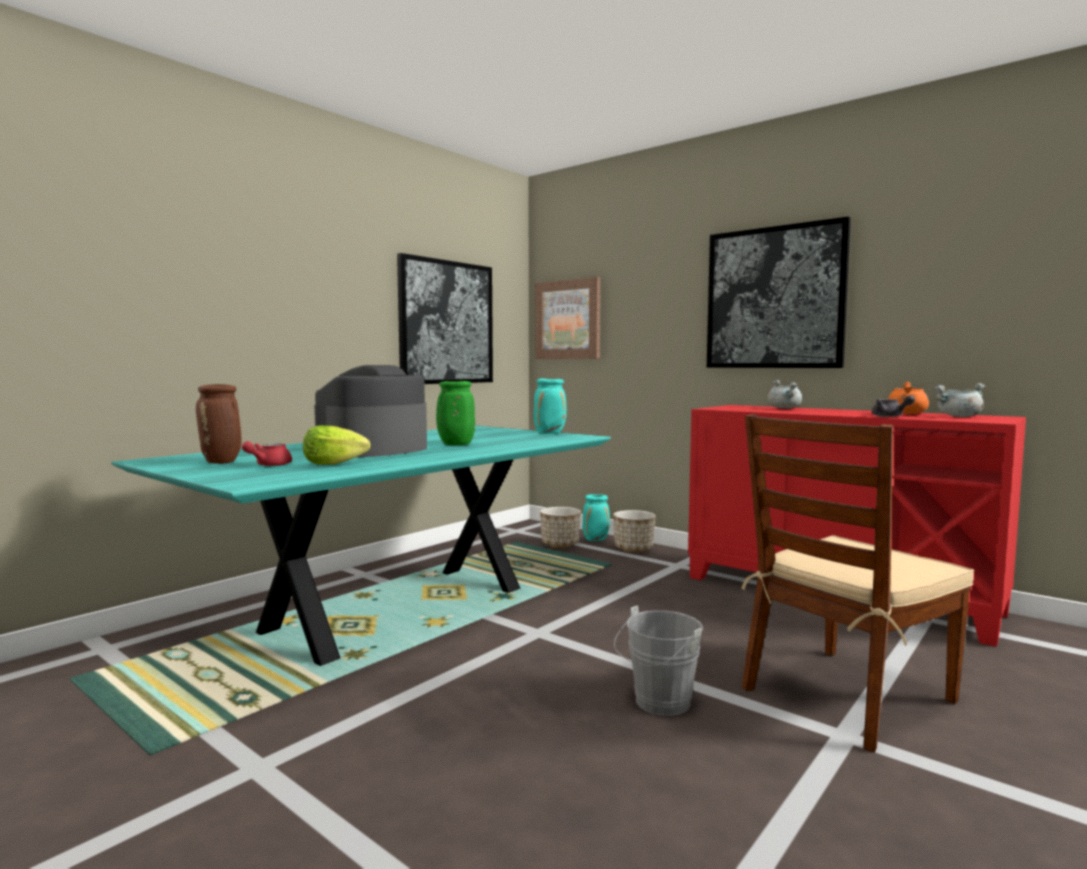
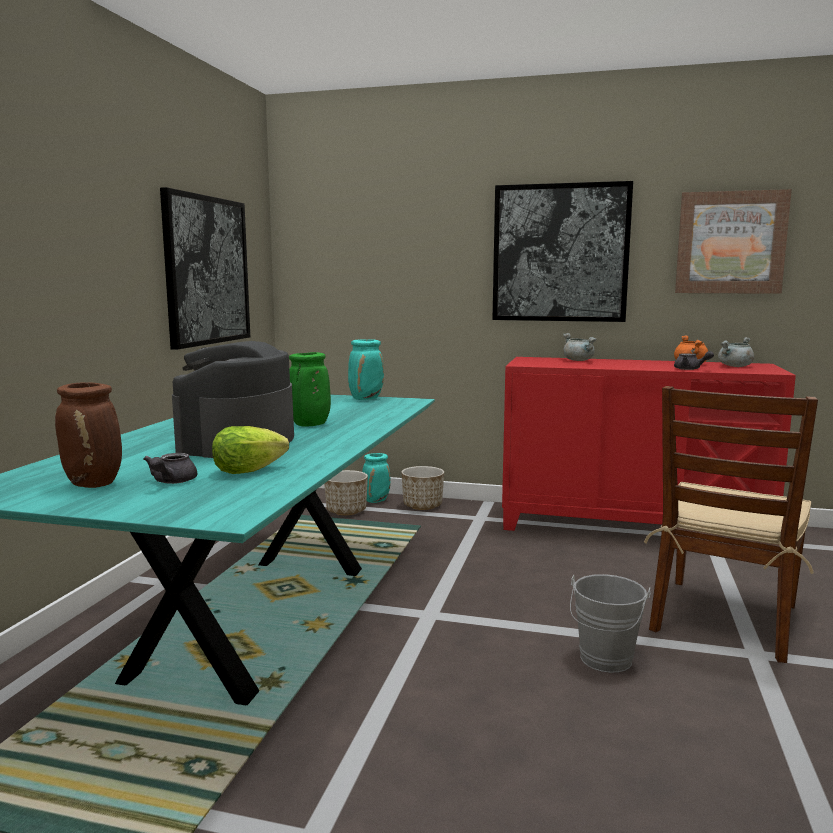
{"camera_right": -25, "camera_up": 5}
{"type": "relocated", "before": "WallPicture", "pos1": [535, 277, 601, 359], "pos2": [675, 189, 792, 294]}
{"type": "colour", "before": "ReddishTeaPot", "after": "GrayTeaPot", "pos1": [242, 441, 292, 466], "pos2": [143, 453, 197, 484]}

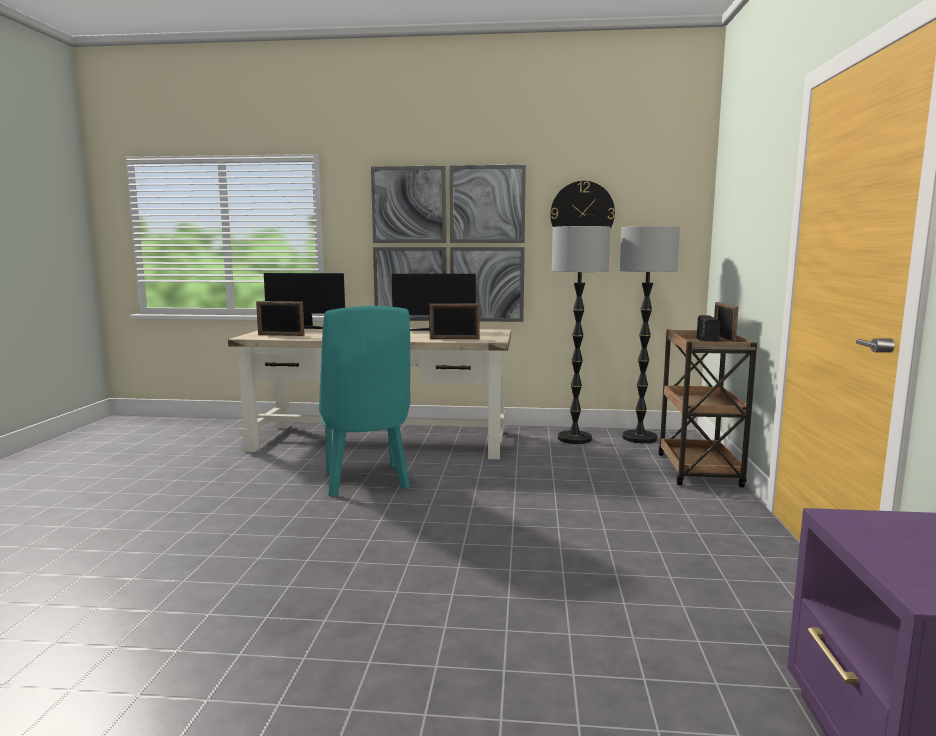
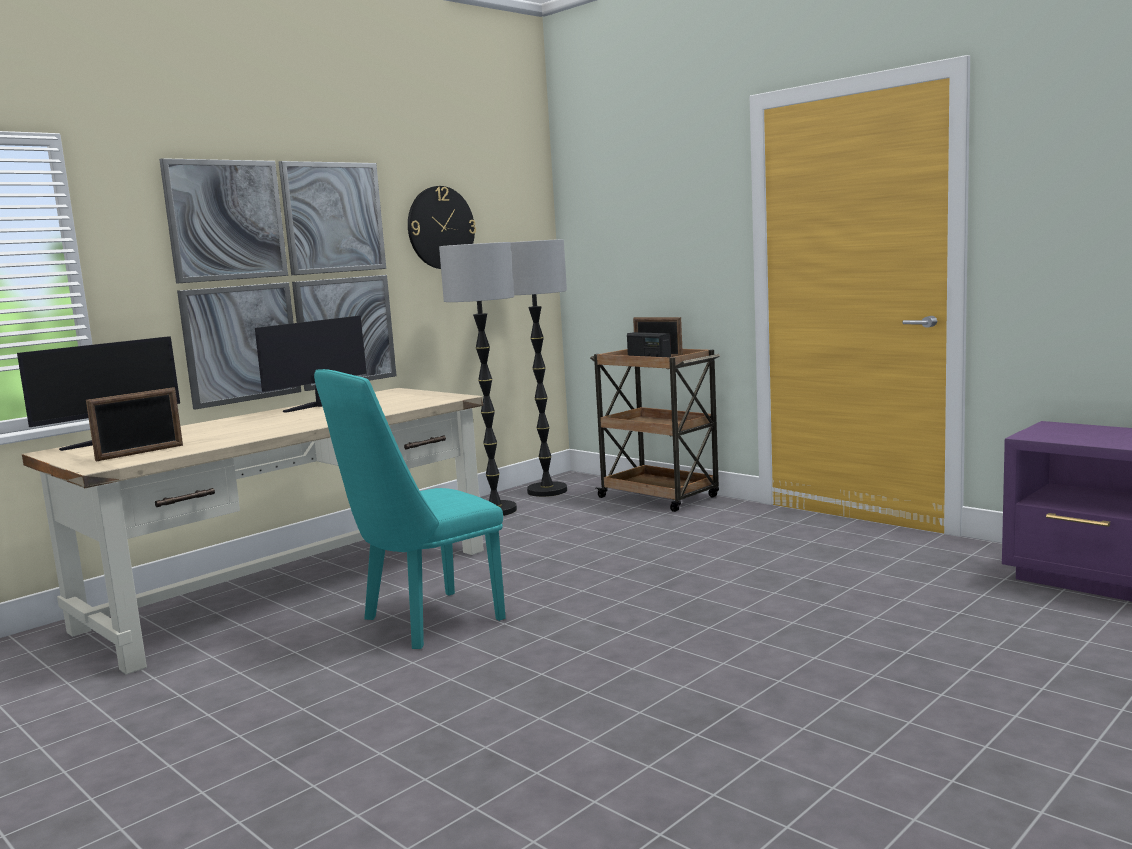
{"camera_right": -50, "camera_up": 0}
{"type": "missing", "before": "PhotoFrame", "pos1": [429, 303, 480, 339]}
{"type": "spun", "before": "TurquoiseColouredChair", "pos1": [319, 306, 410, 497], "pos2": [314, 369, 506, 649], "turn": 120}

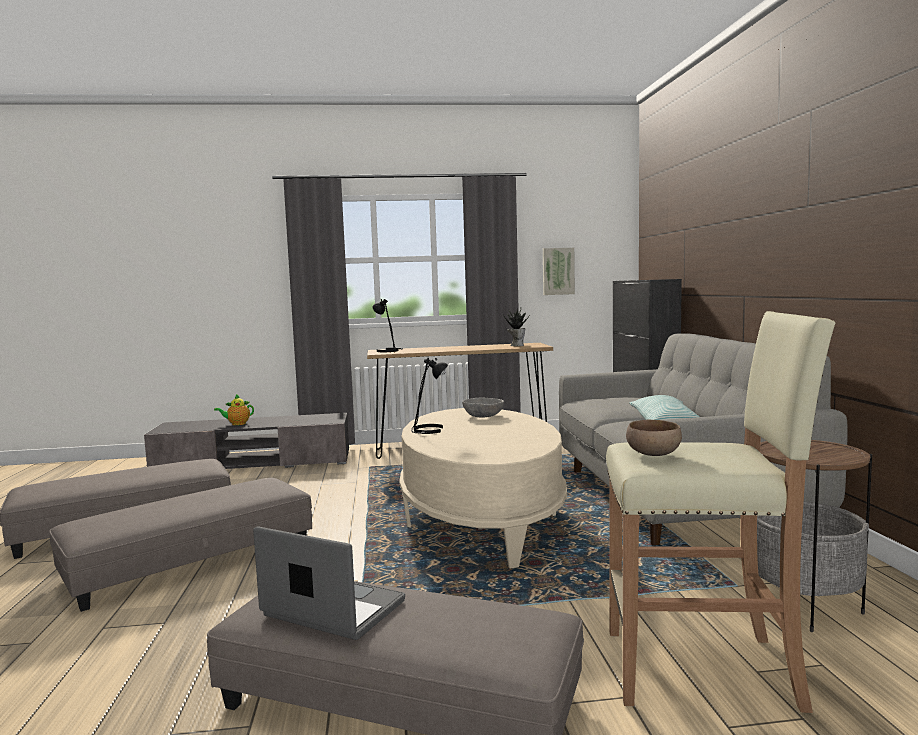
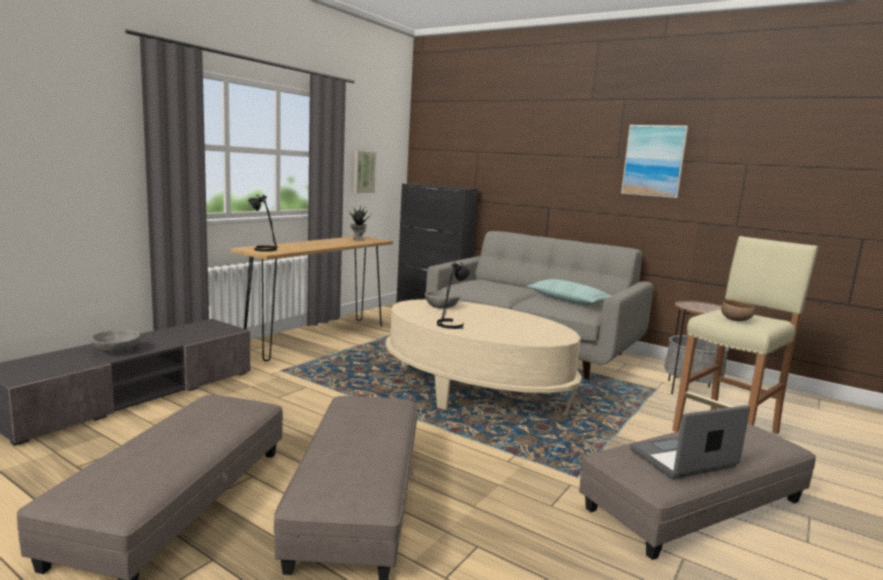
{"camera_right": -50, "camera_up": 5}
{"type": "exchanged", "before": "TeaPot", "after": "GrayServingBowl", "pos1": [214, 394, 254, 425], "pos2": [91, 330, 140, 354]}
{"type": "appeared", "after": "WallPicture", "pos2": [621, 125, 688, 198]}

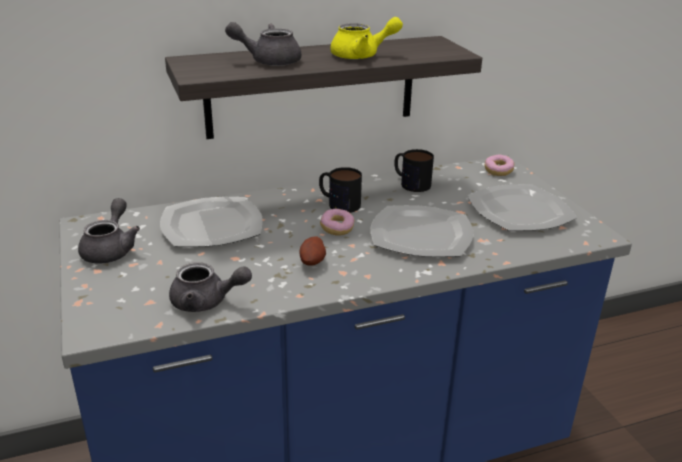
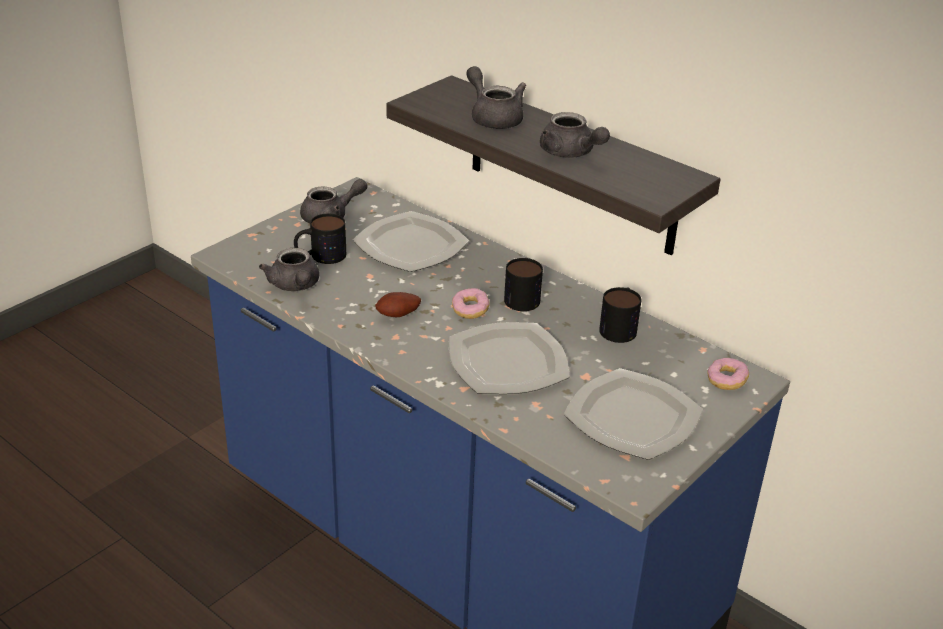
{"camera_right": 60, "camera_up": 5}
{"type": "colour", "before": "YellowColouredTeaPot", "after": "GrayTeaPot", "pos1": [330, 17, 403, 60], "pos2": [540, 112, 610, 158]}
{"type": "appeared", "after": "TeaMug", "pos2": [294, 213, 346, 264]}

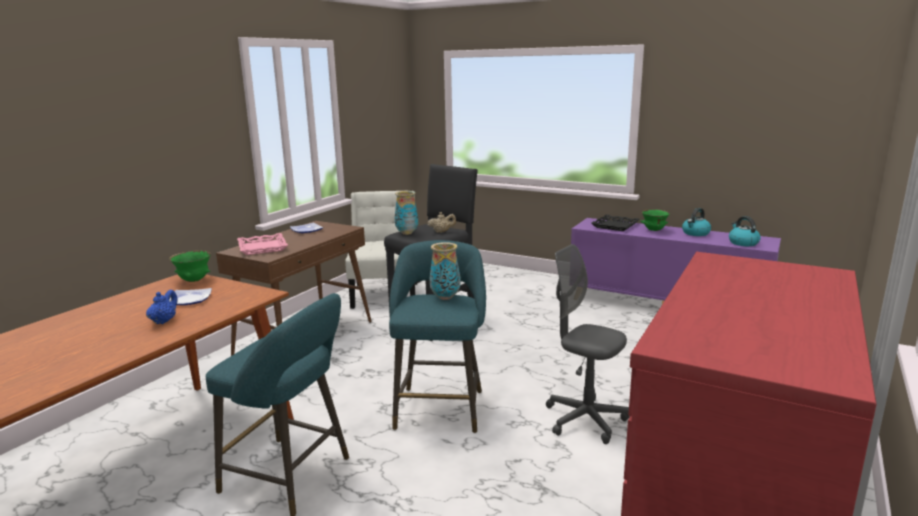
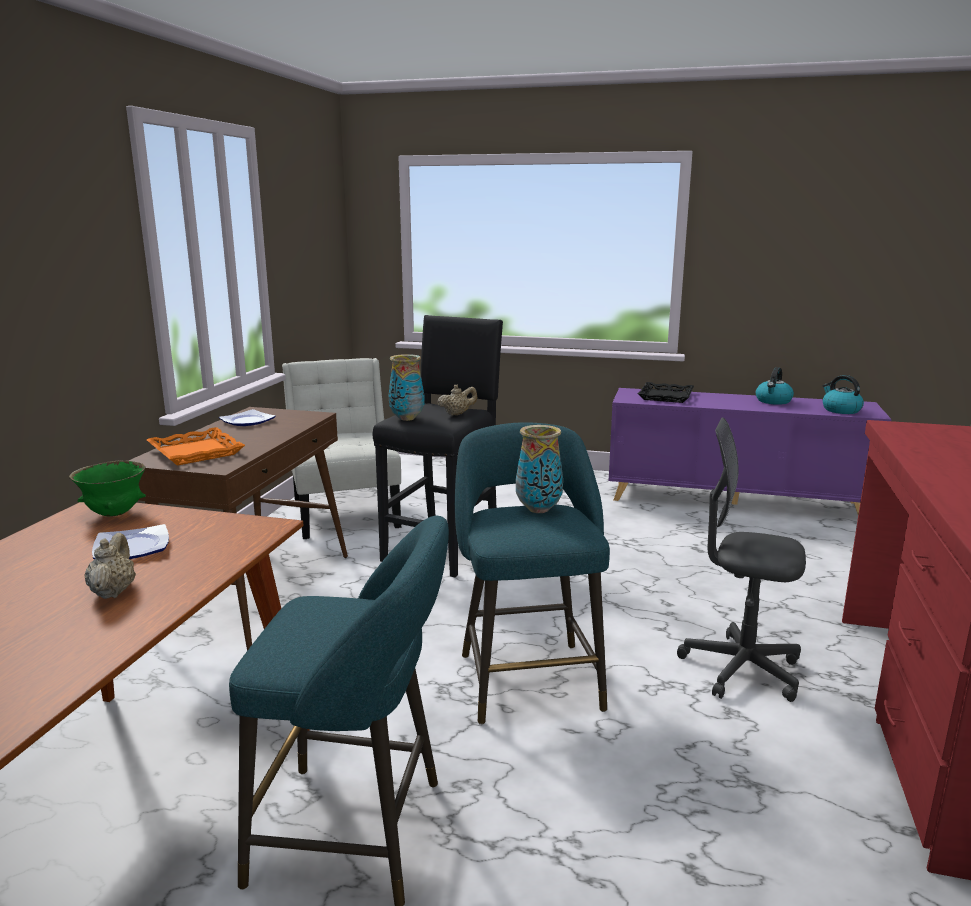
{"camera_right": -15, "camera_up": 0}
{"type": "missing", "before": "GreenishServingBowl", "pos1": [640, 209, 670, 231]}
{"type": "colour", "before": "PinkColouredServingTray", "after": "OrangeColouredServingTray", "pos1": [237, 233, 288, 255], "pos2": [147, 427, 245, 465]}
{"type": "colour", "before": "BlueColouredTeaPot", "after": "BeigeColouredTeaPot", "pos1": [146, 290, 178, 324], "pos2": [84, 533, 136, 599]}

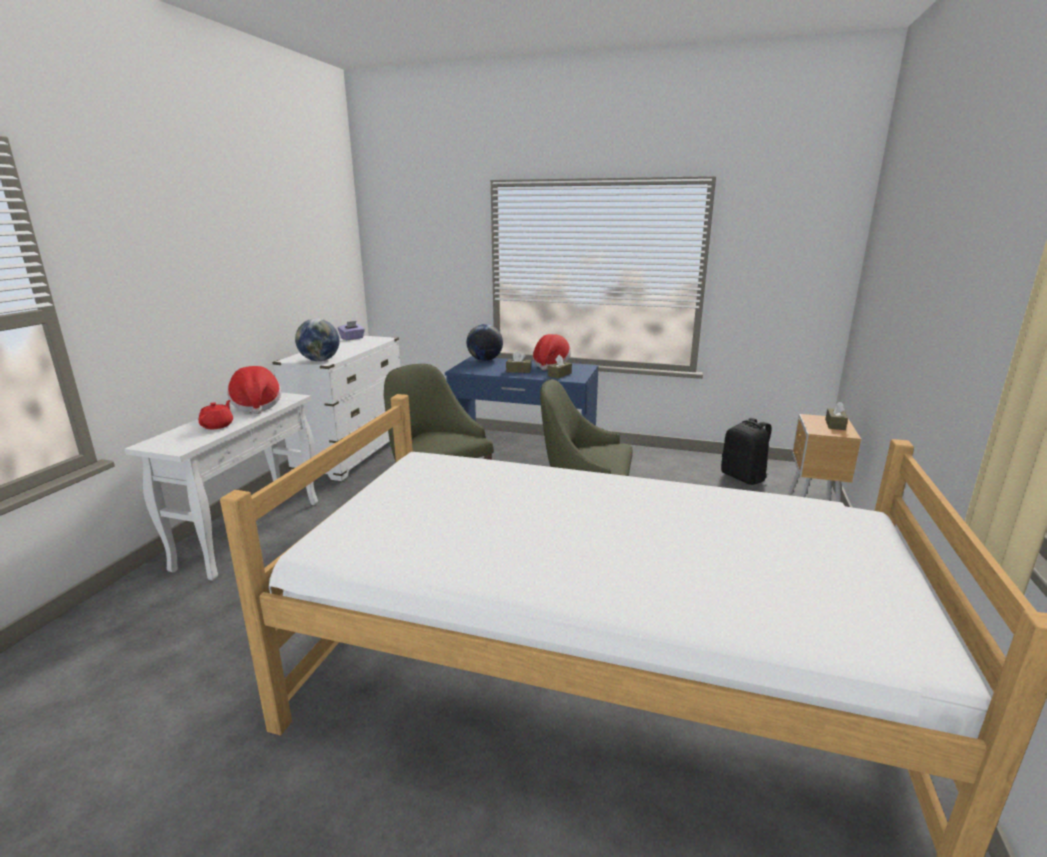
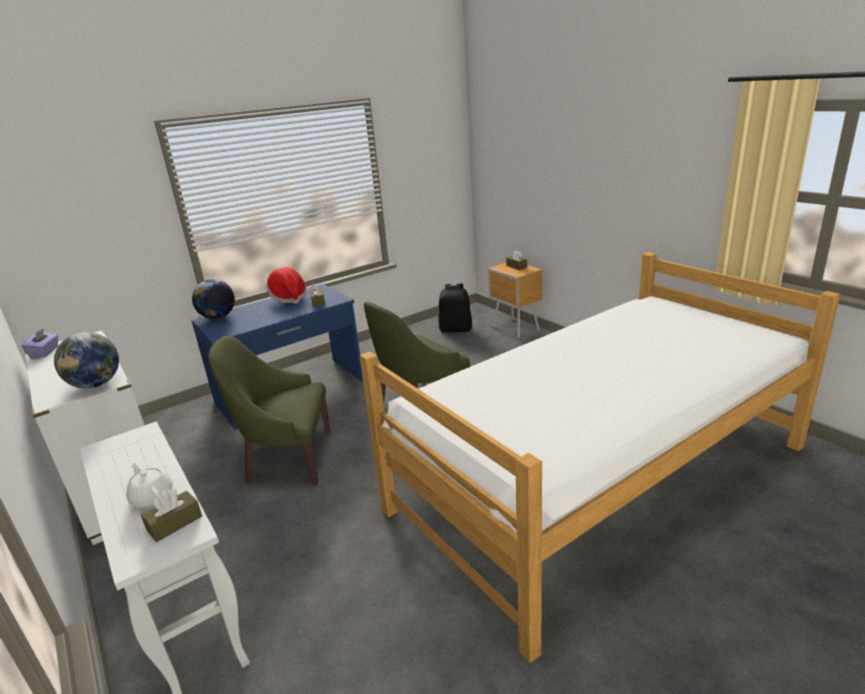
{"camera_right": -50, "camera_up": 5}
{"type": "relocated", "before": "BrownishBoxOfTissues", "pos1": [506, 351, 531, 373], "pos2": [141, 489, 202, 542]}
{"type": "missing", "before": "WearableHat", "pos1": [228, 366, 281, 414]}
{"type": "colour", "before": "ReddishTeaPot", "after": "WhiteColouredTeaPot", "pos1": [198, 400, 233, 429], "pos2": [126, 463, 172, 508]}

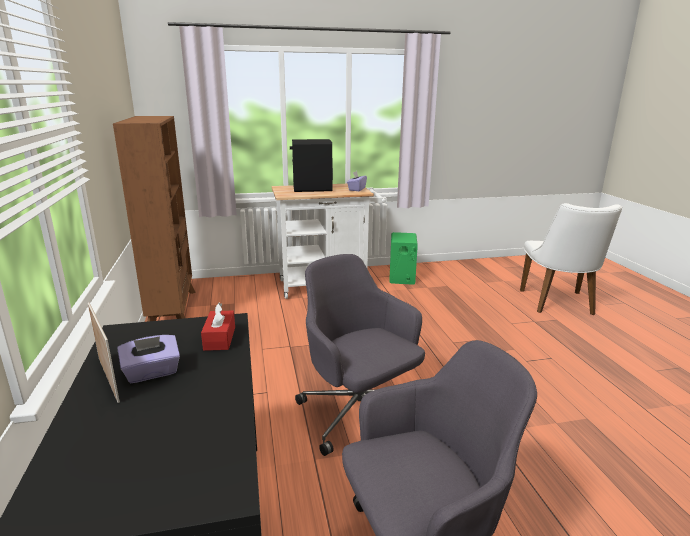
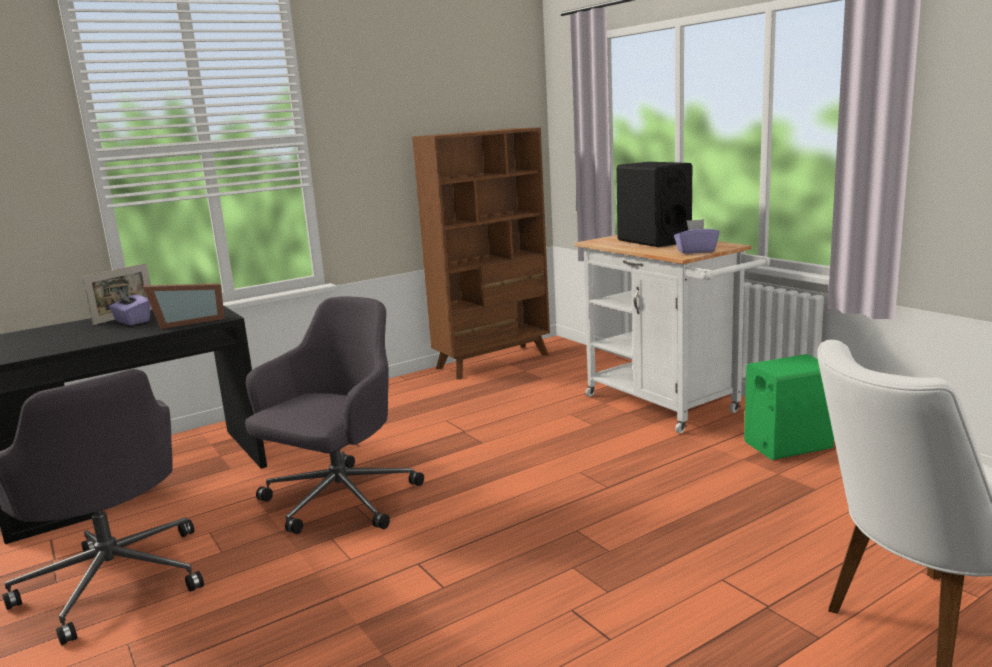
{"camera_right": 70, "camera_up": -5}
{"type": "exchanged", "before": "ReddishBoxOfTissues", "after": "PhotoFrame", "pos1": [201, 303, 235, 351], "pos2": [143, 283, 225, 329]}

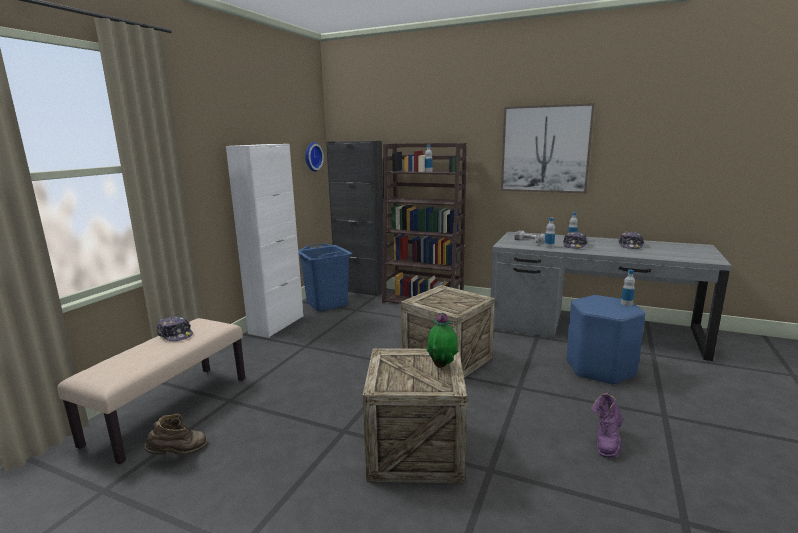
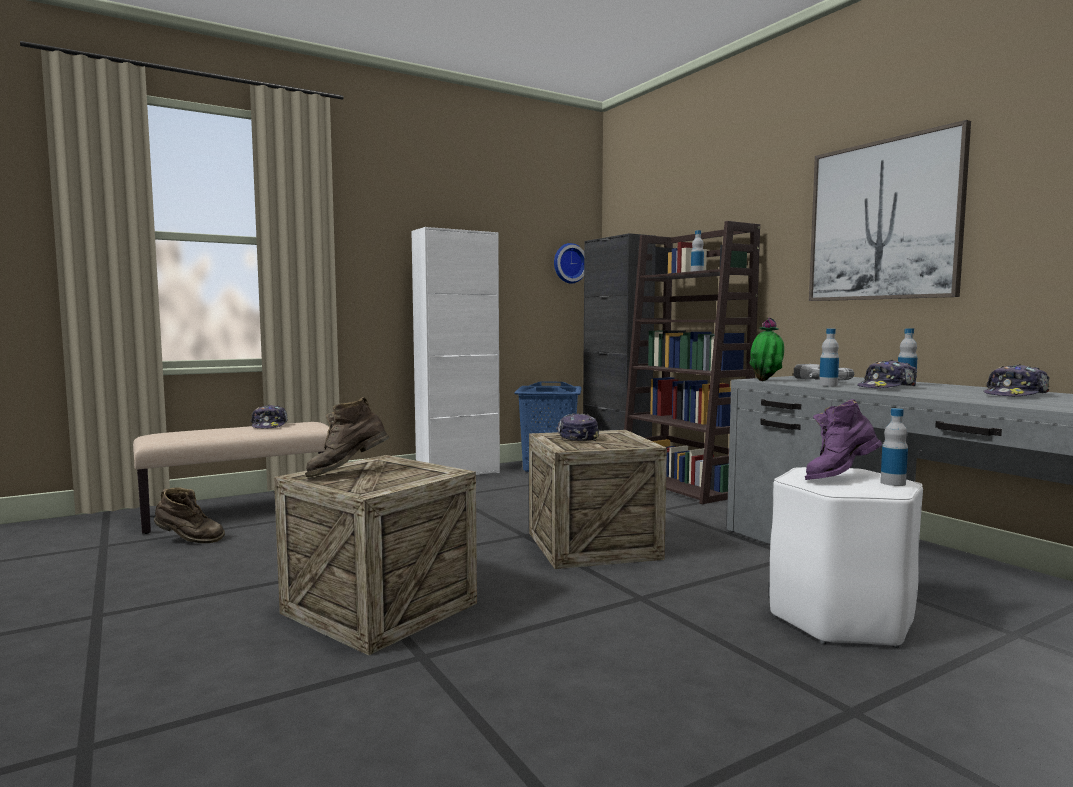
{"camera_right": 35, "camera_up": -10}
{"type": "colour", "before": "BlueColouredStoolSeat", "after": "WhiteColouredStoolSeat", "pos1": [567, 295, 645, 385], "pos2": [770, 467, 923, 648]}
{"type": "relocated", "before": "PlantInAPot", "pos1": [427, 313, 459, 368], "pos2": [750, 318, 784, 381]}
{"type": "relocated", "before": "PurpleColouredHighTopBoot", "pos1": [591, 393, 623, 458], "pos2": [805, 399, 882, 480]}
{"type": "appeared", "after": "BrownishHighTopBoot", "pos2": [305, 397, 390, 477]}
{"type": "appeared", "after": "BaseballCap", "pos2": [556, 413, 599, 441]}

